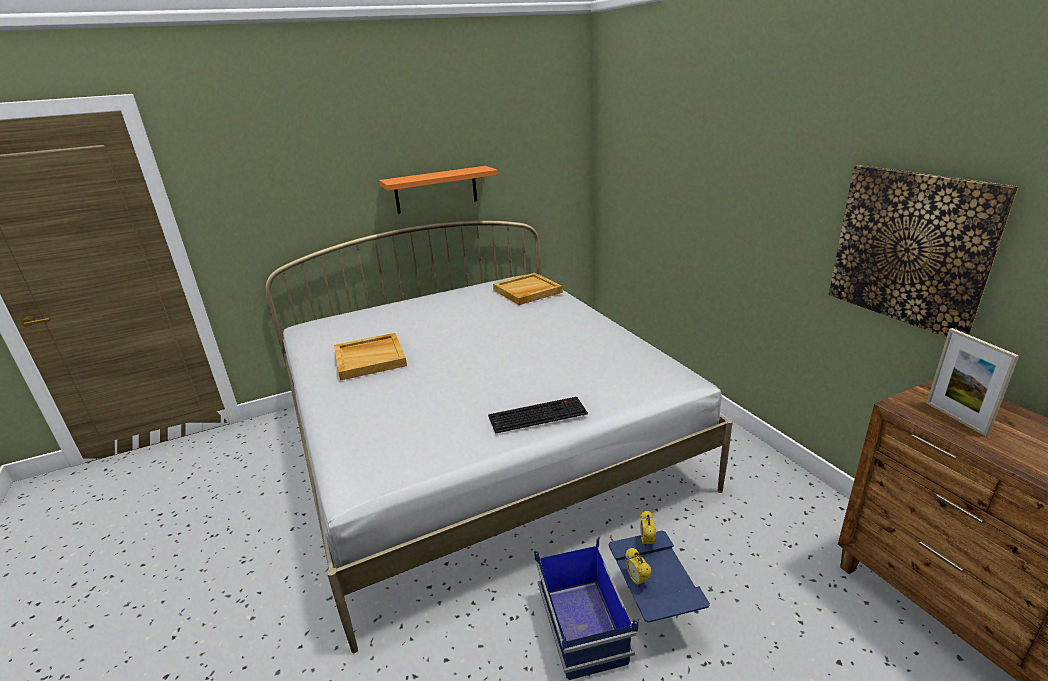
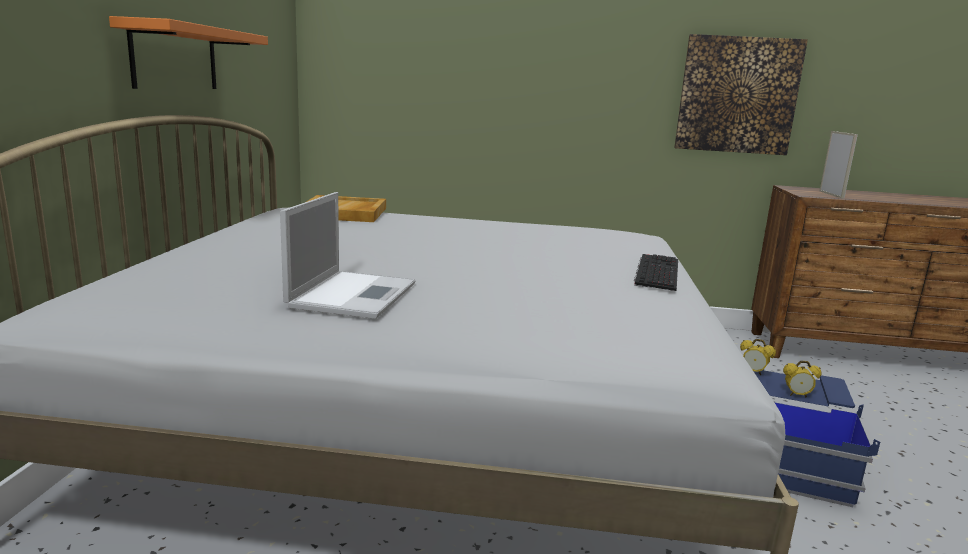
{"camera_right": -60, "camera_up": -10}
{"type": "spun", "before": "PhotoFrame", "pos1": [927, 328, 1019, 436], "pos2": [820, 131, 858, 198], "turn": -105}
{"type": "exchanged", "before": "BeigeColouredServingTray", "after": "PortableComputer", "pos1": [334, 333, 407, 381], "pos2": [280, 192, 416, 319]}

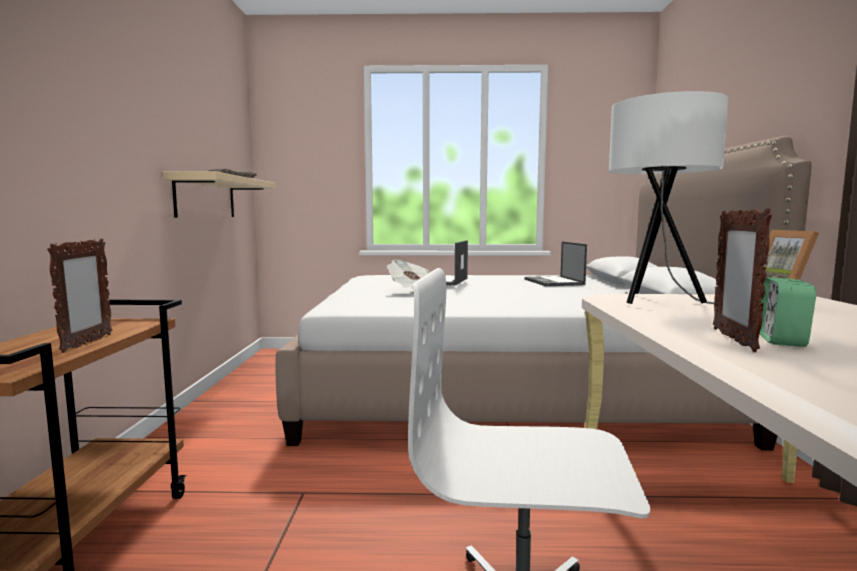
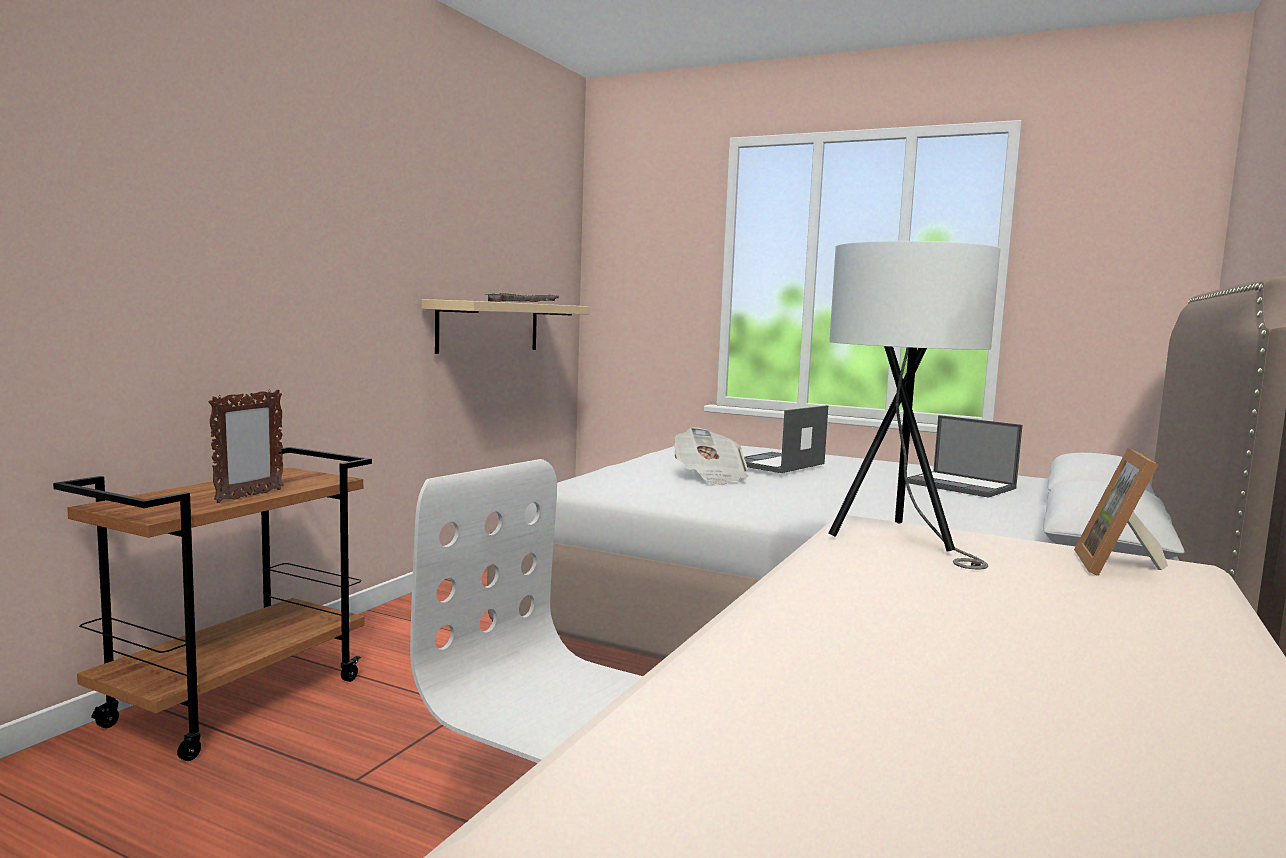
{"camera_right": 25, "camera_up": 0}
{"type": "missing", "before": "PhotoFrame", "pos1": [713, 208, 772, 352]}
{"type": "spun", "before": "PortableComputer", "pos1": [524, 242, 587, 286], "pos2": [907, 415, 1023, 498], "turn": -60}
{"type": "missing", "before": "TableClock", "pos1": [760, 277, 816, 347]}

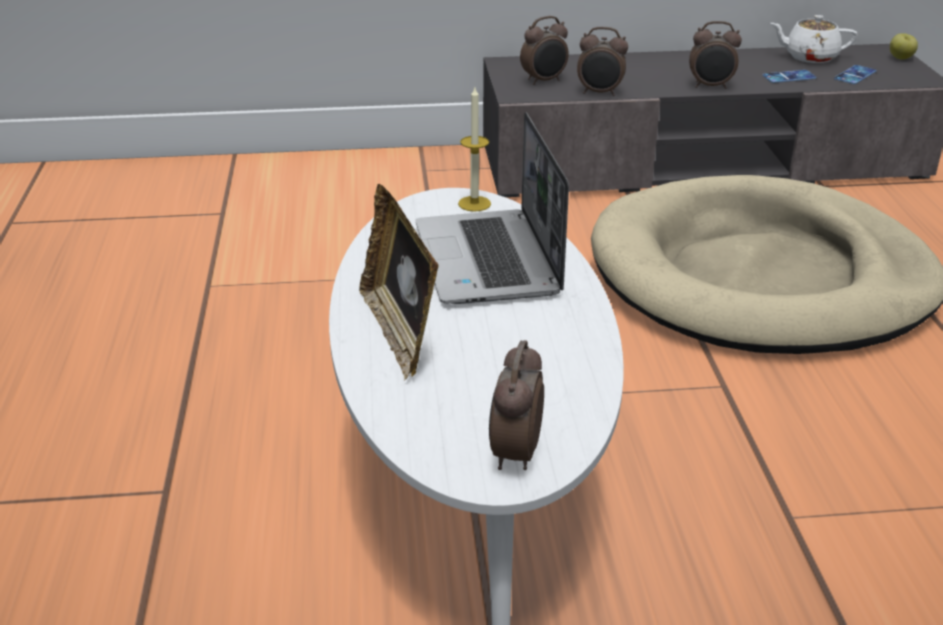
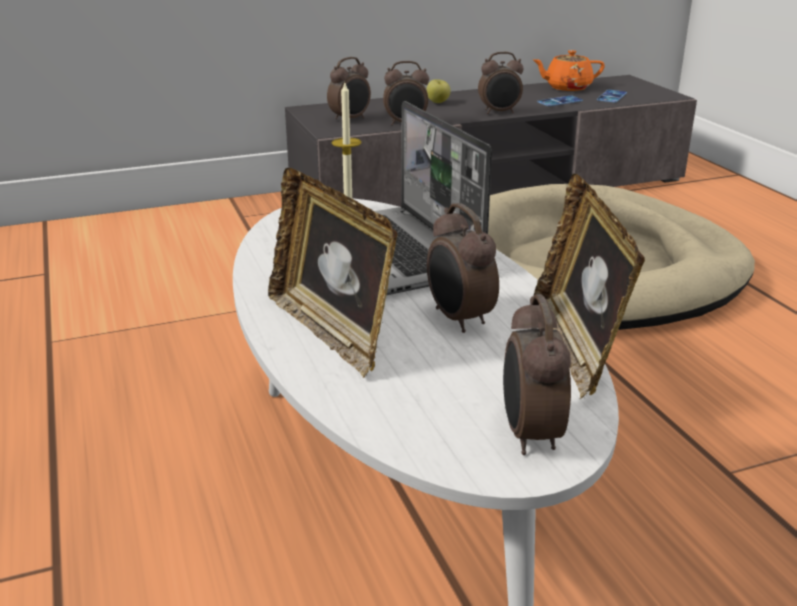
{"camera_right": -15, "camera_up": -5}
{"type": "colour", "before": "WhiteColouredTeaPot", "after": "OrangeColouredTeaPot", "pos1": [770, 15, 858, 63], "pos2": [533, 50, 605, 91]}
{"type": "relocated", "before": "WholeApple", "pos1": [890, 33, 918, 60], "pos2": [426, 79, 451, 103]}
{"type": "appeared", "after": "PhotoFrame", "pos2": [534, 174, 645, 399]}
{"type": "appeared", "after": "TableClock", "pos2": [427, 203, 499, 333]}

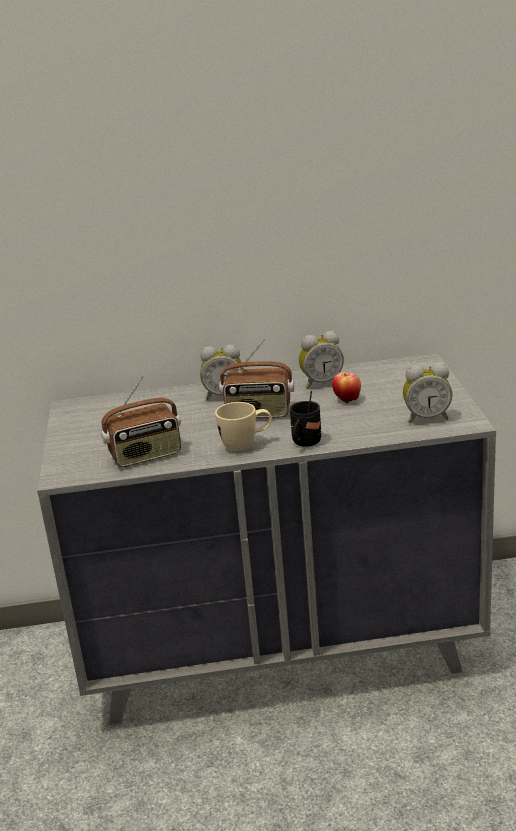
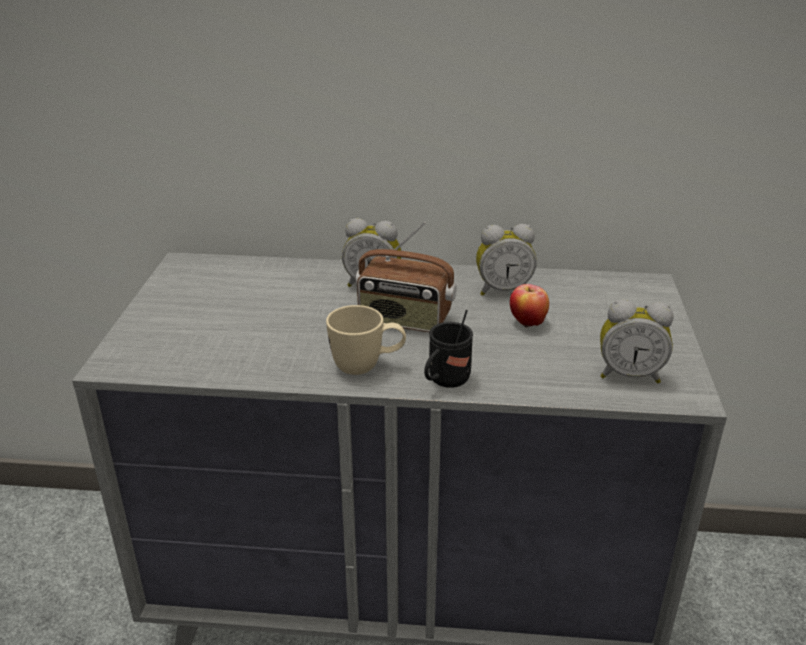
{"camera_right": 10, "camera_up": 5}
{"type": "missing", "before": "RadioSet", "pos1": [101, 375, 181, 467]}

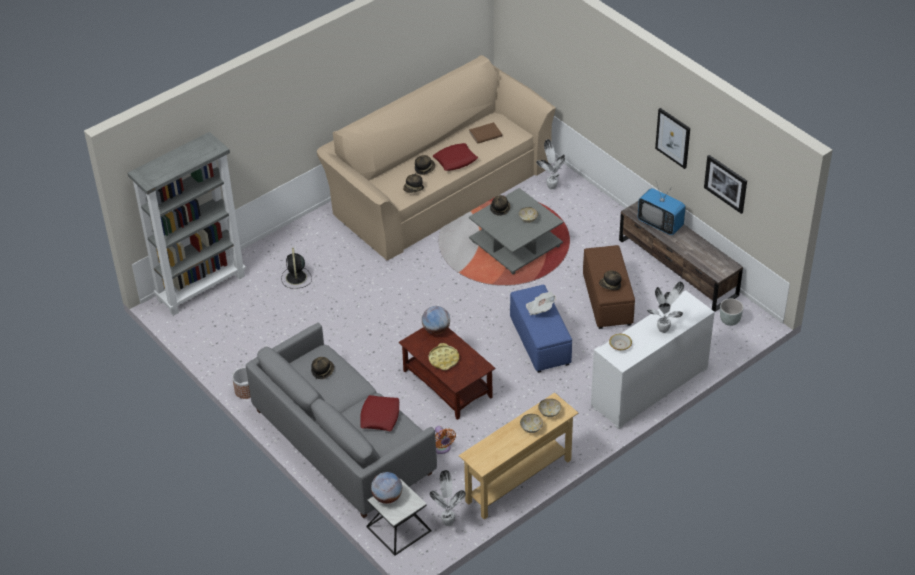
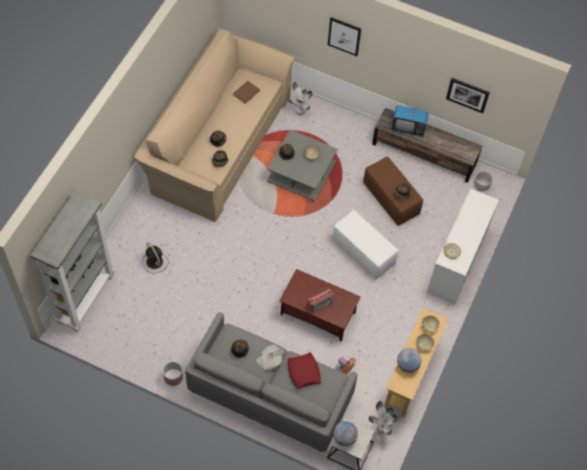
{"camera_right": -30, "camera_up": 15}
{"type": "relocated", "before": "WallPicture", "pos1": [655, 108, 690, 169], "pos2": [328, 17, 361, 56]}
{"type": "missing", "before": "ReddishCushion", "pos1": [433, 143, 478, 171]}
{"type": "missing", "before": "PlantInAPot", "pos1": [647, 281, 684, 333]}
{"type": "colour", "before": "BlueColouredPouffe", "after": "WhiteColouredPouffe", "pos1": [510, 284, 572, 373], "pos2": [332, 210, 399, 279]}
{"type": "relocated", "before": "DailyPaper", "pos1": [526, 292, 556, 315], "pos2": [257, 345, 283, 370]}
{"type": "relocated", "before": "DeskGlobe", "pos1": [422, 306, 450, 334], "pos2": [397, 348, 421, 373]}
{"type": "exchanged", "before": "YellowColouredServingTray", "after": "RadioSet", "pos1": [429, 343, 459, 370], "pos2": [307, 288, 334, 312]}

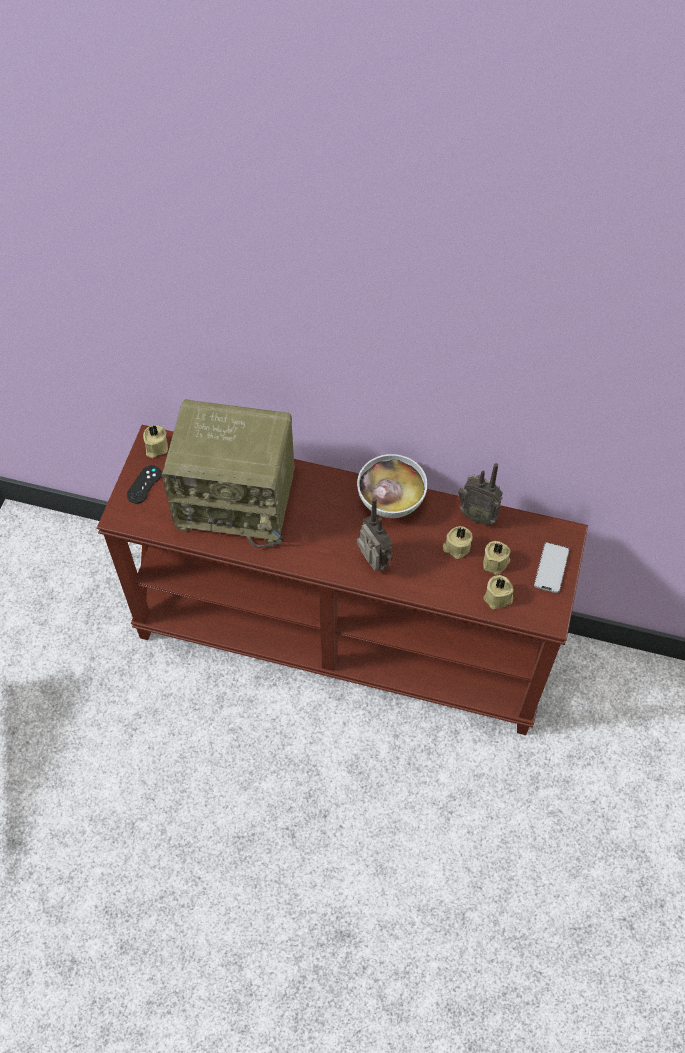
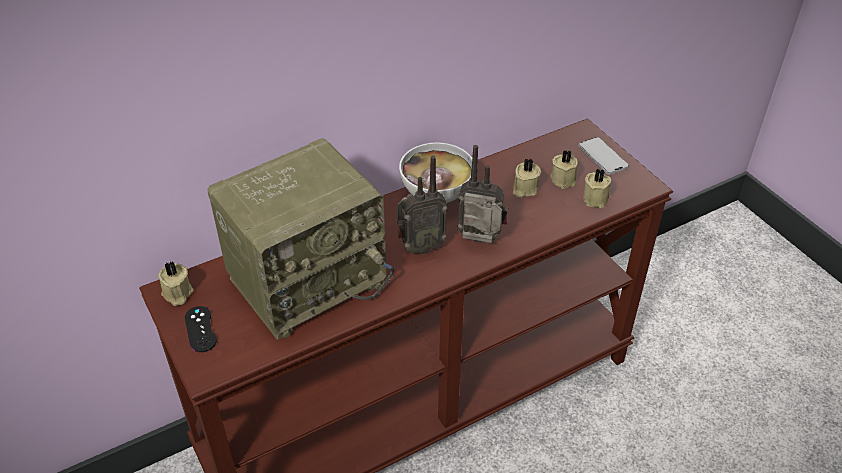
{"camera_right": -45, "camera_up": -15}
{"type": "relocated", "before": "RadioSet", "pos1": [457, 463, 503, 526], "pos2": [397, 155, 447, 255]}

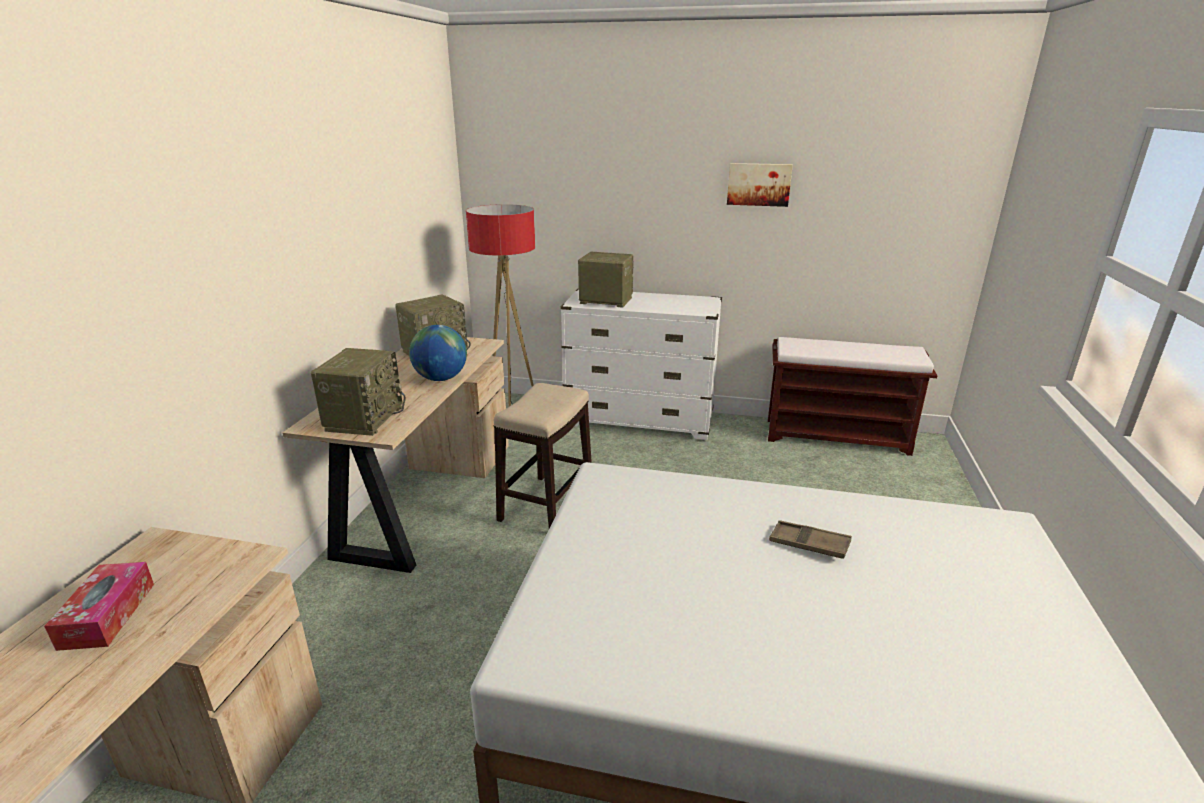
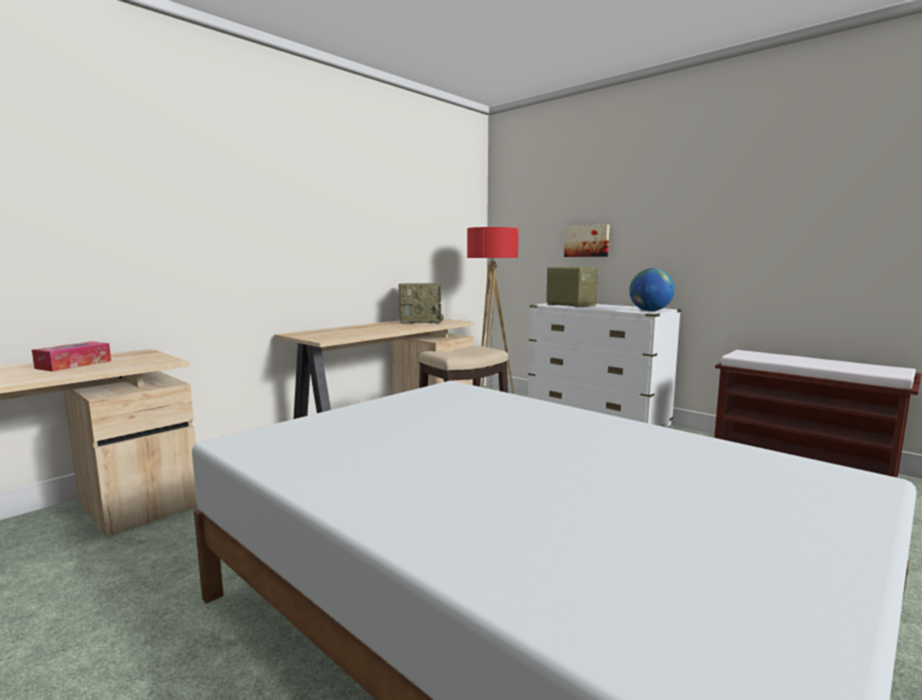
{"camera_right": 30, "camera_up": -15}
{"type": "relocated", "before": "WallPicture", "pos1": [727, 163, 793, 207], "pos2": [564, 224, 609, 257]}
{"type": "relocated", "before": "DeskGlobe", "pos1": [409, 325, 467, 381], "pos2": [629, 268, 675, 311]}
{"type": "missing", "before": "RadioSet", "pos1": [311, 348, 406, 436]}
{"type": "missing", "before": "BrownishServingTray", "pos1": [769, 520, 852, 559]}

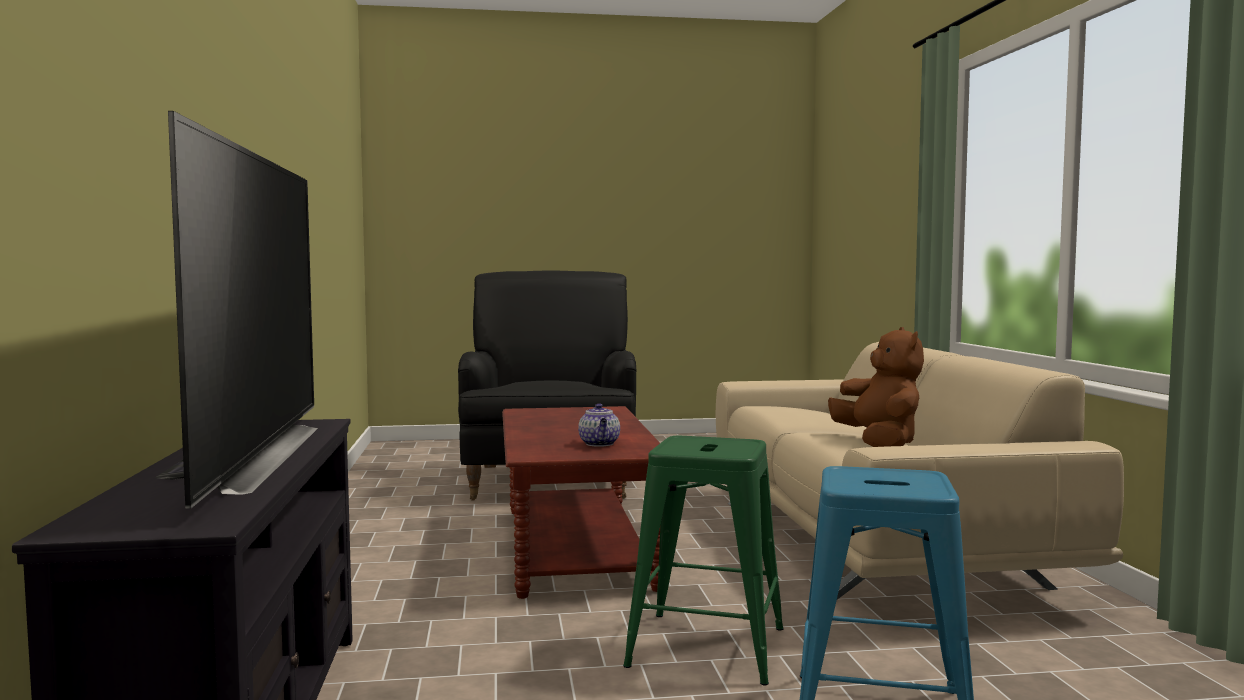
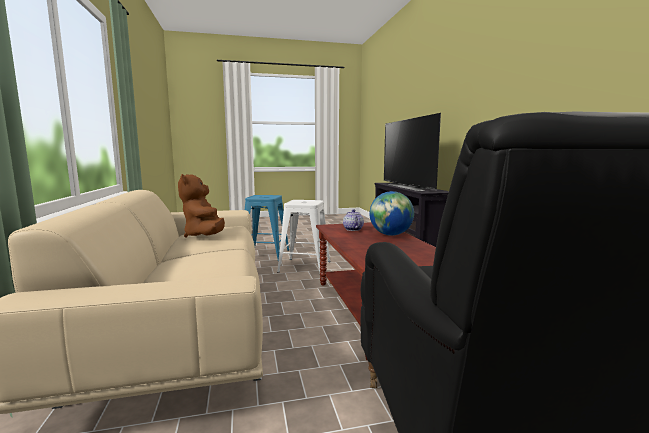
{"camera_right": 175, "camera_up": 5}
{"type": "colour", "before": "GreenishStoolSeat", "after": "WhiteColouredStoolSeat", "pos1": [623, 436, 784, 685], "pos2": [277, 200, 330, 273]}
{"type": "appeared", "after": "DeskGlobe", "pos2": [370, 191, 414, 236]}

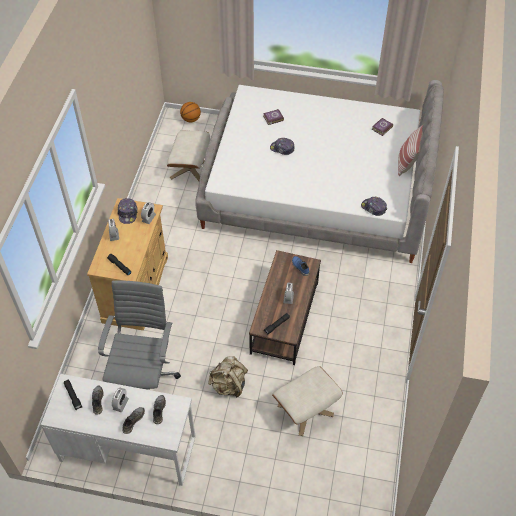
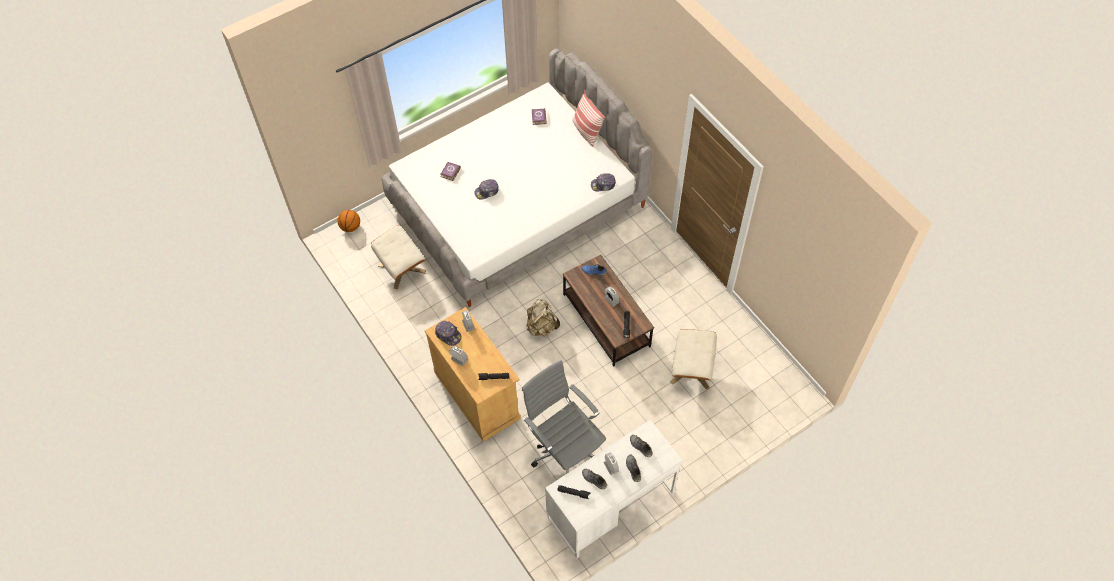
{"camera_right": -45, "camera_up": 5}
{"type": "relocated", "before": "BeigeColouredRucksack", "pos1": [208, 356, 248, 398], "pos2": [527, 299, 560, 336]}

